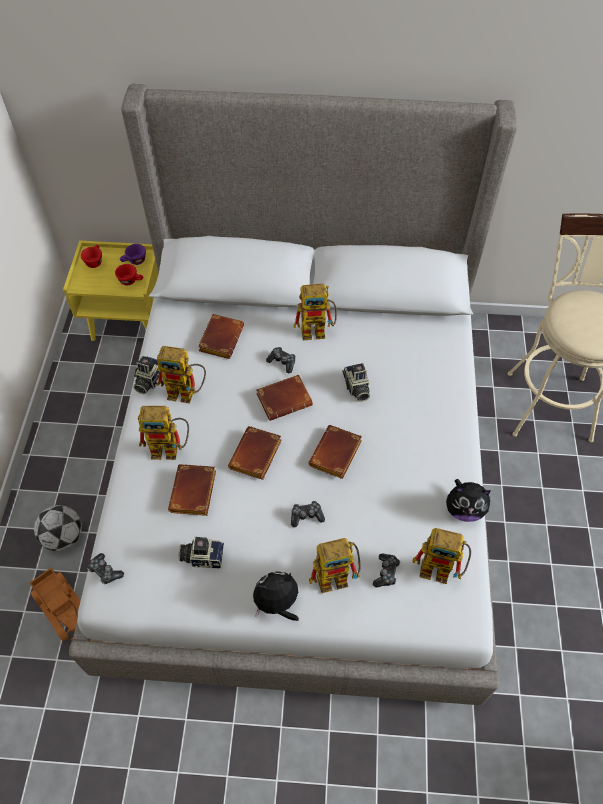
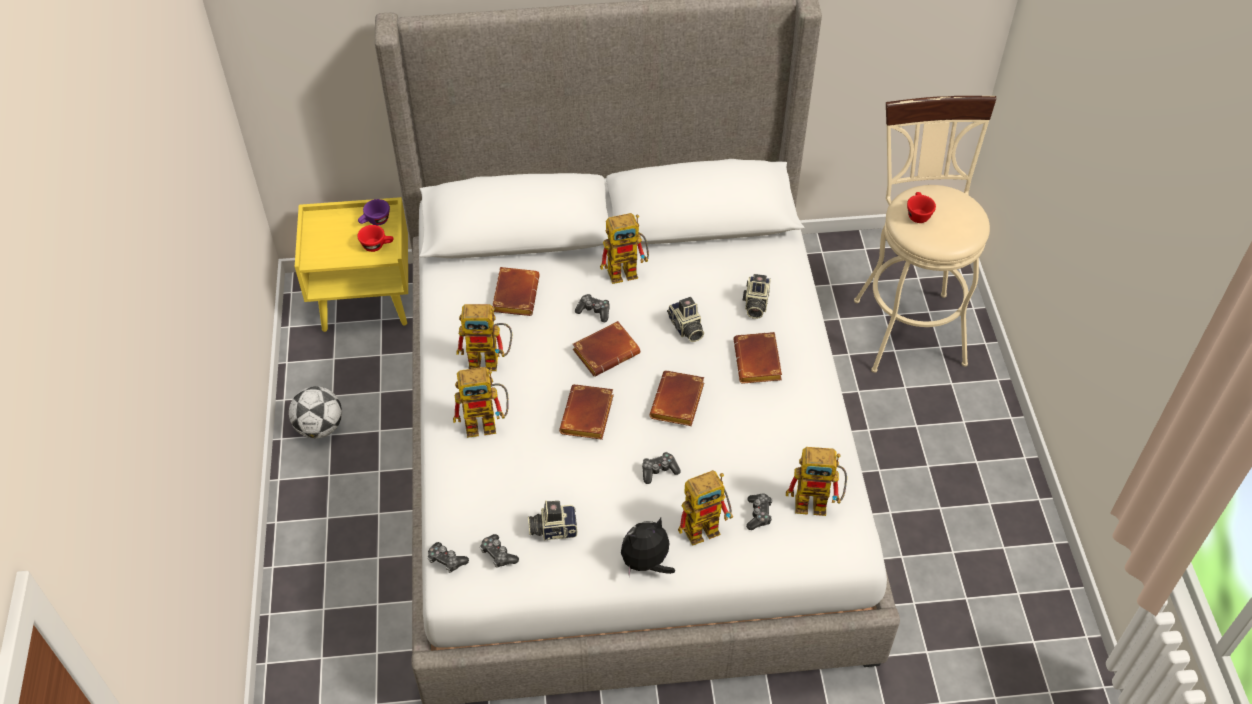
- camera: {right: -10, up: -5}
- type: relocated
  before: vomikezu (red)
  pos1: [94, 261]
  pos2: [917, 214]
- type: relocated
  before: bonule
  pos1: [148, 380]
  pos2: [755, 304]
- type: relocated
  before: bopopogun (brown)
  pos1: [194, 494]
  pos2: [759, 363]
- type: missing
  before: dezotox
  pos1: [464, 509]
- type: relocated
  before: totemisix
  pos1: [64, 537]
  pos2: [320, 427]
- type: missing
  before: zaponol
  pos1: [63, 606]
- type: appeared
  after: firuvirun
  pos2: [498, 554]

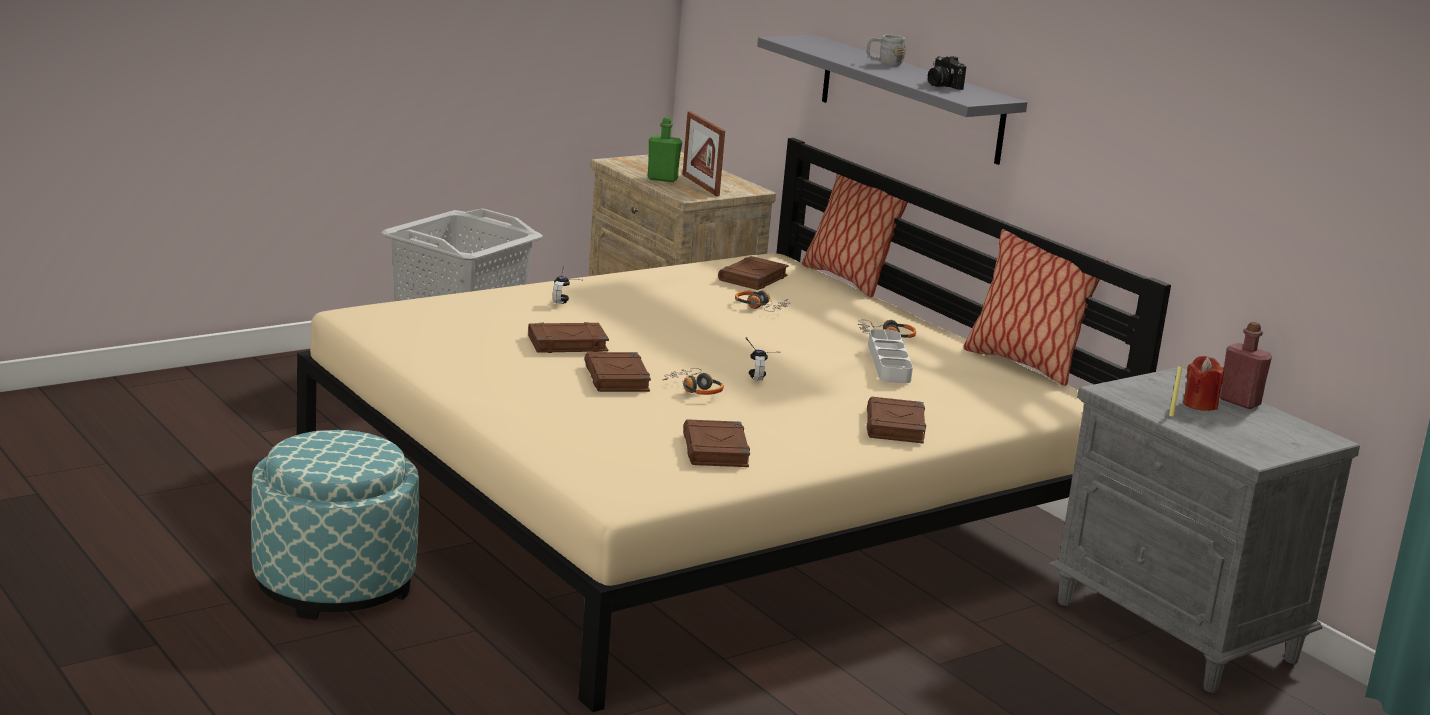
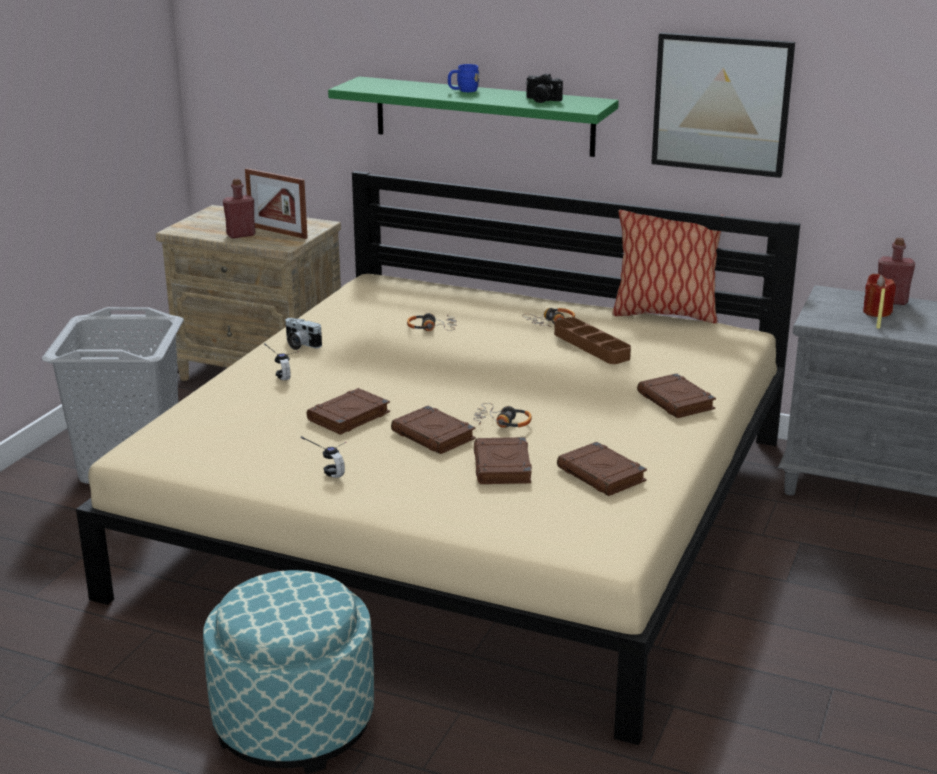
- camera: {right: -30, up: 5}
- type: colour
  before: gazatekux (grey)
  after: gazatekux (green)
  pos1: [910, 98]
  pos2: [483, 116]
- type: colour
  before: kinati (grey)
  after: kinati (blue)
  pos1: [884, 63]
  pos2: [463, 91]
- type: colour
  before: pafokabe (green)
  after: pafokabe (red)
  pos1: [662, 179]
  pos2: [241, 235]
- type: missing
  before: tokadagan
  pos1: [848, 279]
- type: relocated
  before: bopopogun (brown)
  pos1: [753, 278]
  pos2: [502, 467]
- type: colour
  before: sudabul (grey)
  after: sudabul (brown)
  pos1: [889, 362]
  pos2: [591, 346]
- type: relocated
  before: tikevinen
  pos1: [761, 374]
  pos2: [331, 468]
- type: appeared
  after: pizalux
  pos2: [721, 104]
- type: appeared
  after: bonule
  pos2: [300, 345]

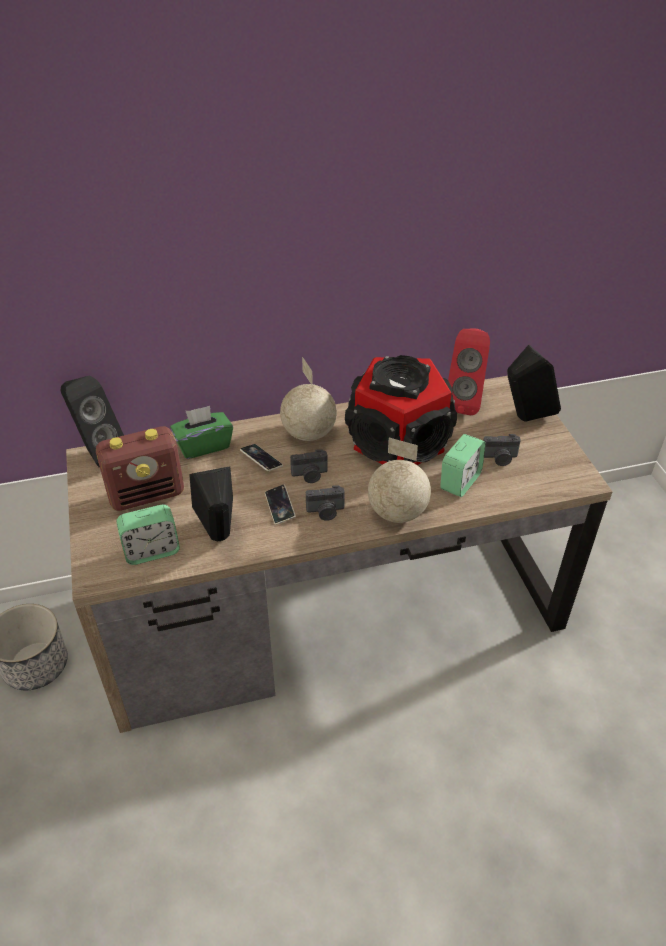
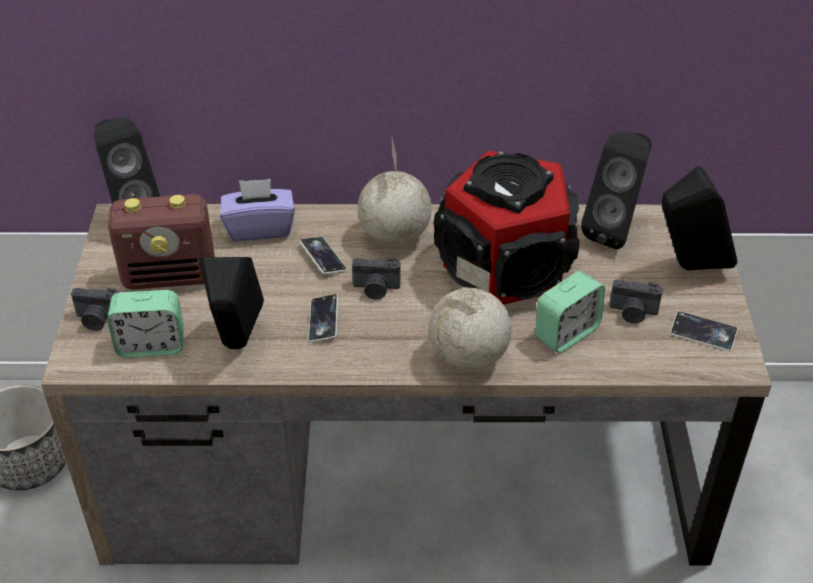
- camera: {right: 15, up: 0}
- type: colour
  before: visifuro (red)
  after: visifuro (black)
  pos1: [464, 402]
  pos2: [615, 230]
- type: colour
  before: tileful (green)
  after: tileful (purple)
  pos1: [203, 445]
  pos2: [259, 228]
- type: relocated
  before: bonule
  pos1: [325, 512]
  pos2: [98, 320]
- type: appeared
  after: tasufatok
  pos2: [703, 334]

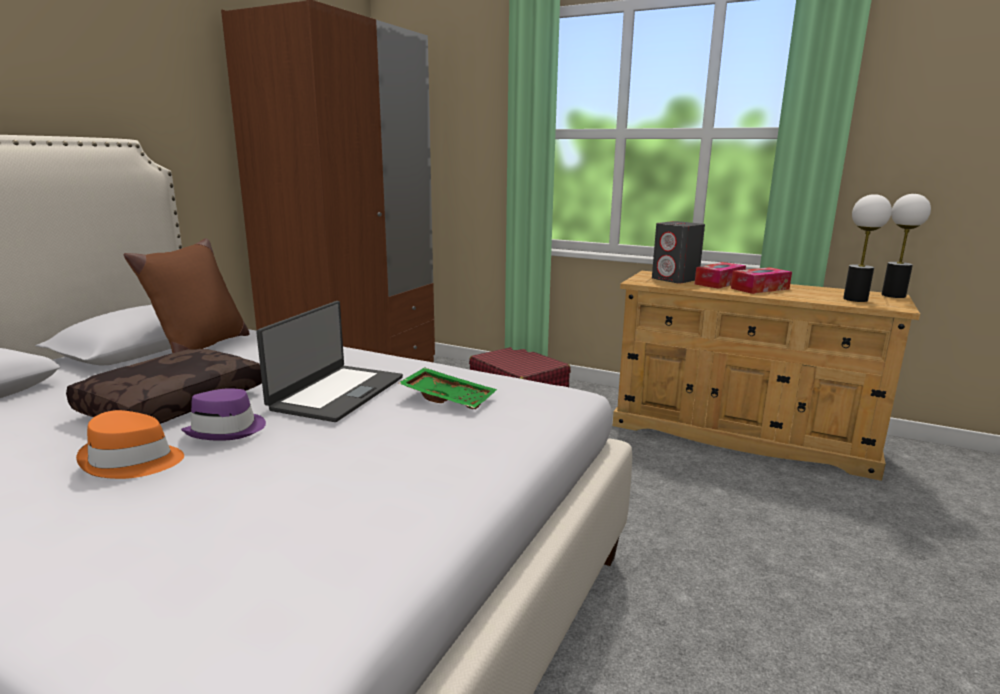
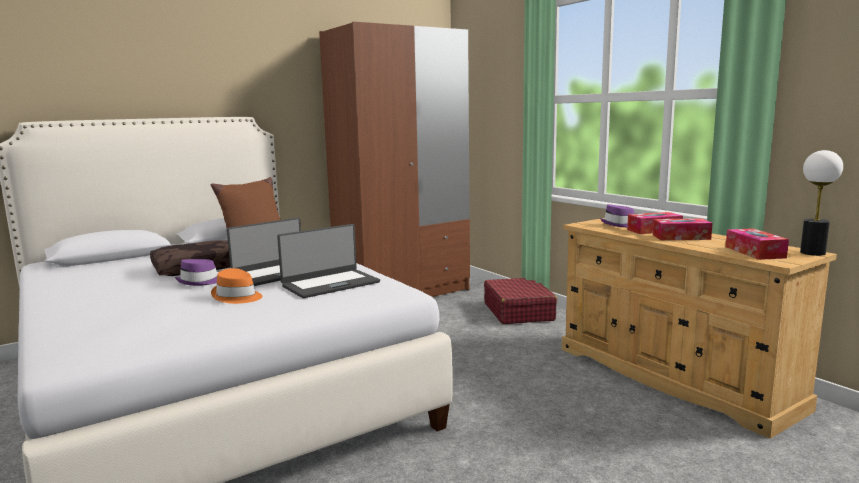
- camera: {right: 30, up: -5}
- type: exchanged
  before: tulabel
  after: tileful
  pos1: [855, 299]
  pos2: [754, 252]
- type: exchanged
  before: visifuro (grey)
  after: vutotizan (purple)
  pos1: [675, 279]
  pos2: [620, 225]
- type: exchanged
  before: sudabul (green)
  after: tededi
  pos1: [449, 398]
  pos2: [330, 284]
- type: relocated
  before: vutotizan (orange)
  pos1: [132, 461]
  pos2: [237, 297]

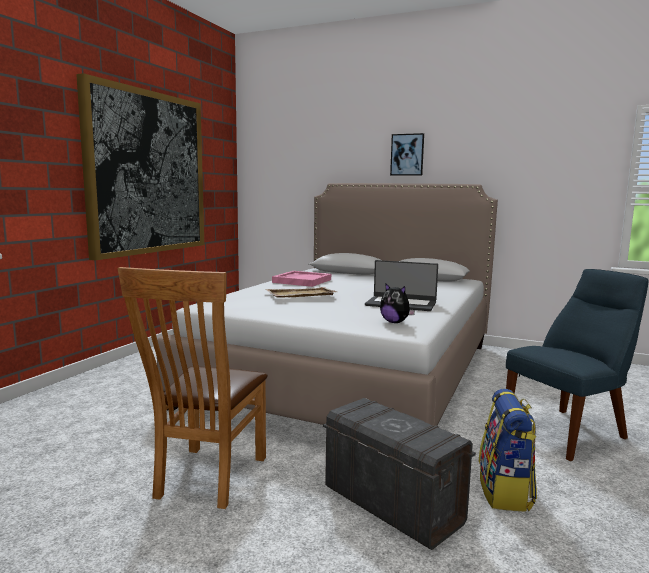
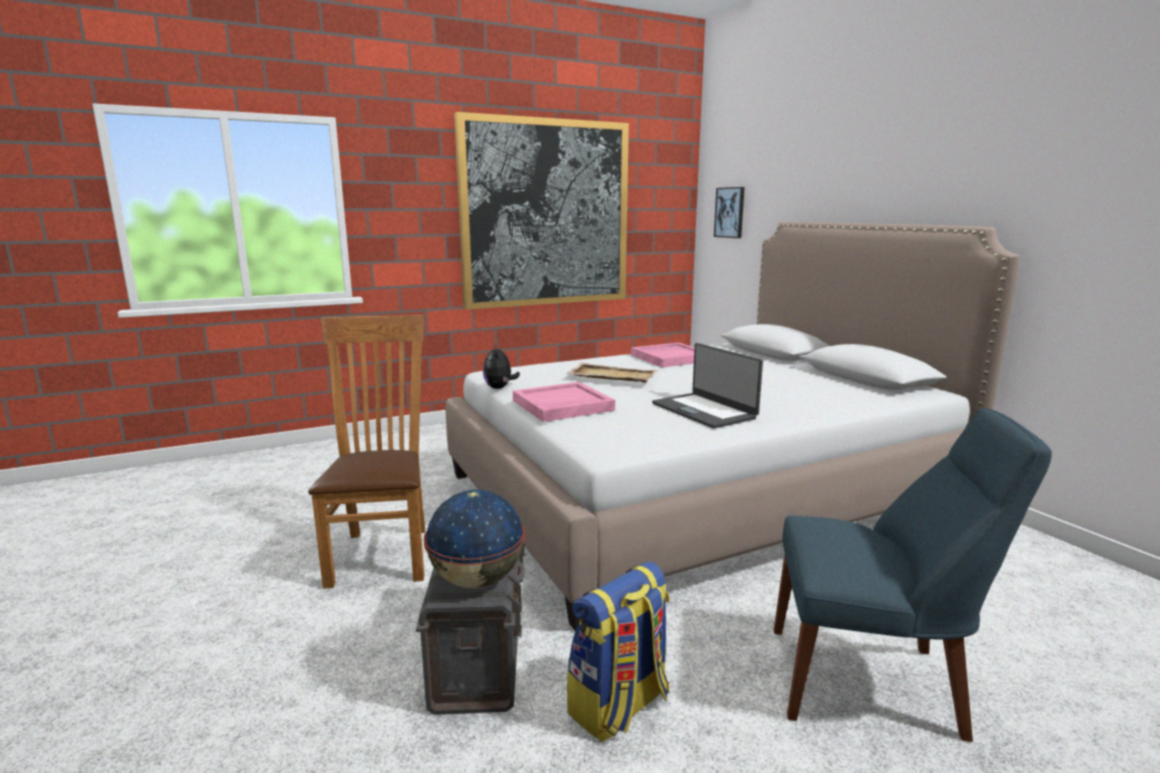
- camera: {right: 40, up: 5}
- type: relocated
  before: pizalux
  pos1: [407, 154]
  pos2: [730, 212]
- type: spun
  before: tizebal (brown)
  pos1: [206, 479]
  pos2: [383, 552]
  turn: 120
- type: relocated
  before: dezotox
  pos1: [395, 322]
  pos2: [500, 388]
- type: appeared
  after: sudabul (pink)
  pos2: [562, 405]
- type: appeared
  after: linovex
  pos2: [477, 580]

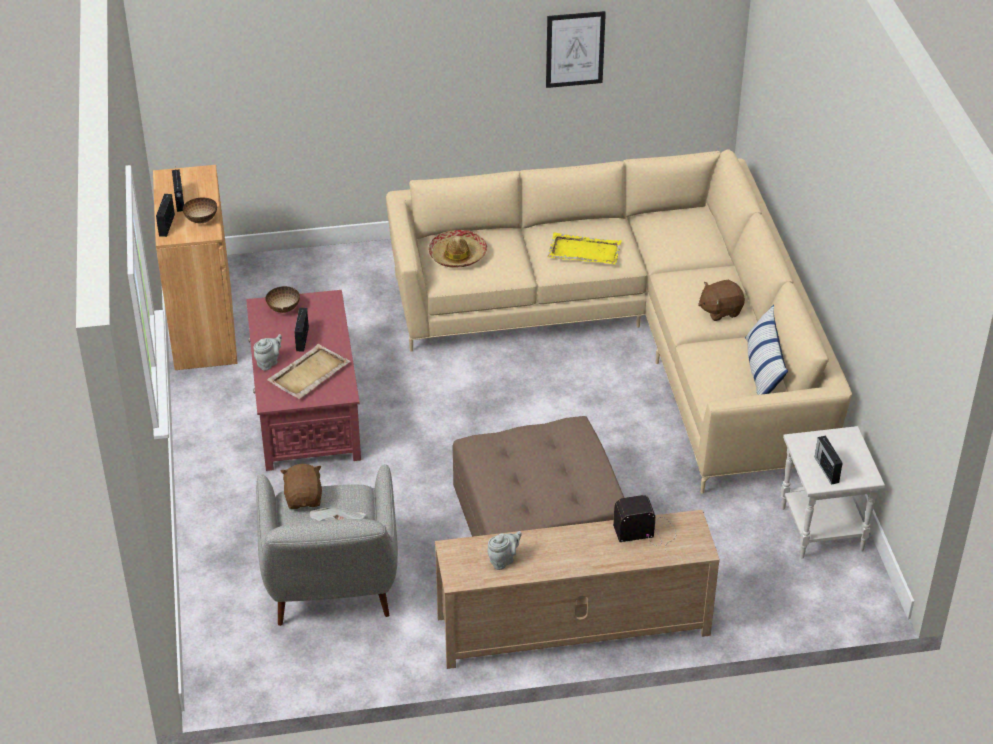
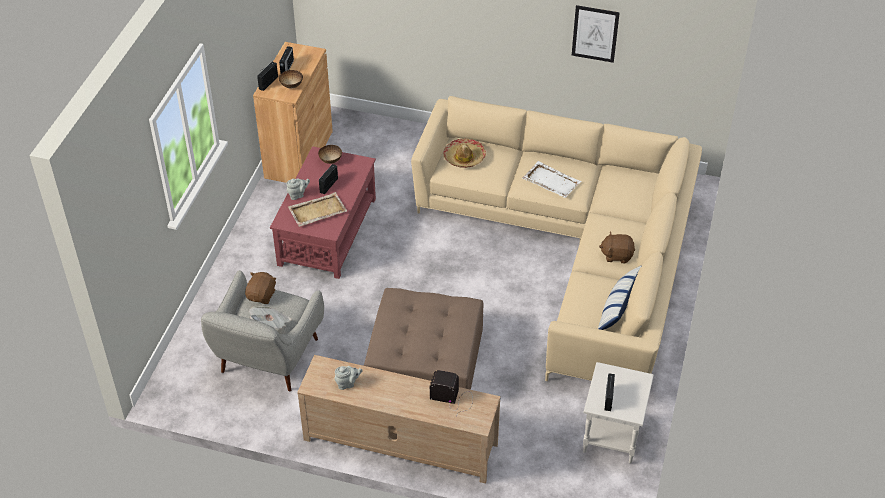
- camera: {right: 25, up: 5}
- type: colour
  before: sudabul (yellow)
  after: sudabul (white)
  pos1: [583, 251]
  pos2: [551, 181]

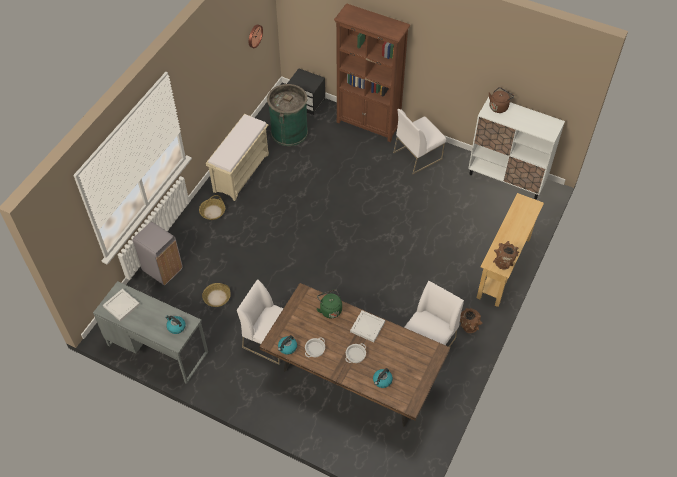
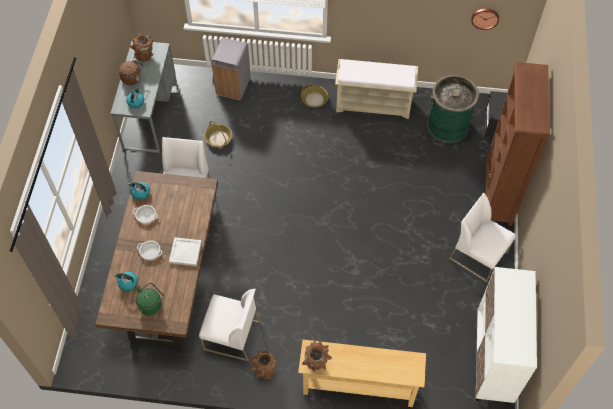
- camera: {right: 70, up: 5}
- type: relocated
  before: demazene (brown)
  pos1: [499, 106]
  pos2: [133, 79]
- type: exchanged
  before: sudabul (white)
  after: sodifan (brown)
  pos1: [121, 306]
  pos2: [144, 56]
- type: relocated
  before: demazene (green)
  pos1: [330, 309]
  pos2: [151, 304]

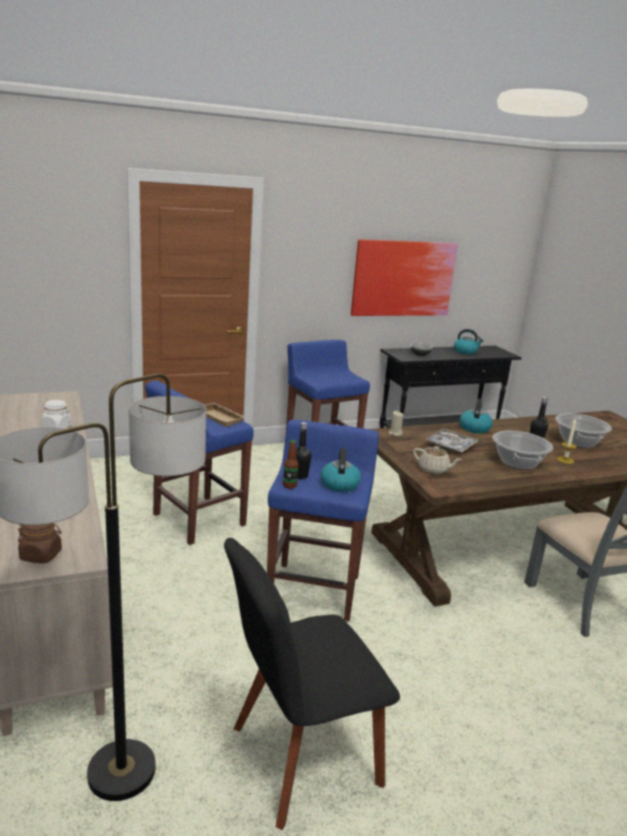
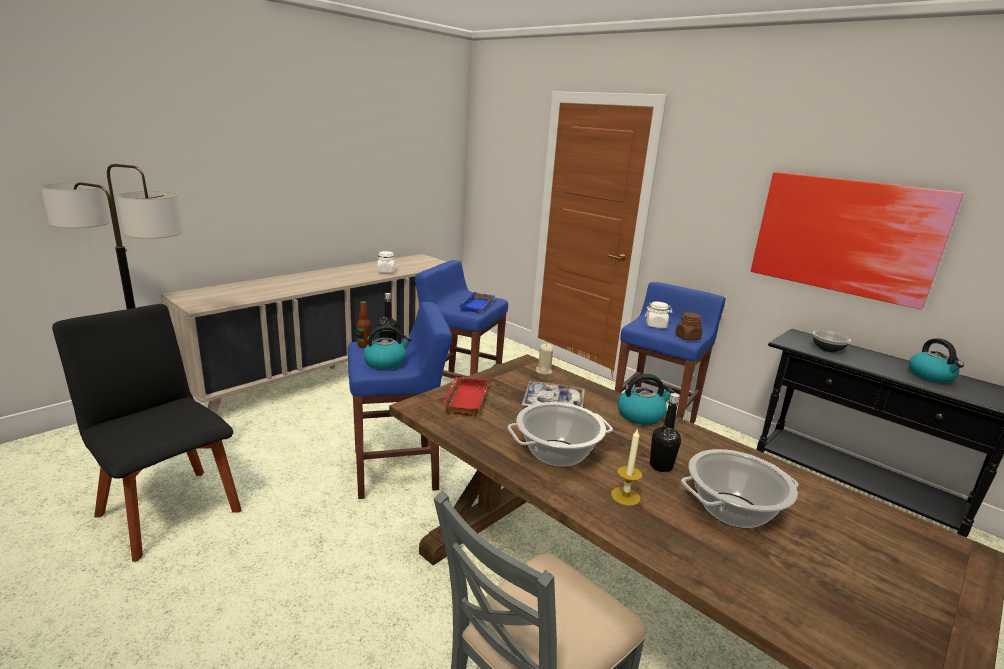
- camera: {right: 65, up: 0}
- type: colour
  before: sudabul (beige)
  after: sudabul (blue)
  pos1: [221, 418]
  pos2: [478, 306]
- type: exchanged
  before: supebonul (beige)
  after: sudabul (red)
  pos1: [434, 470]
  pos2: [464, 399]
- type: relocated
  before: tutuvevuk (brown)
  pos1: [41, 555]
  pos2: [687, 337]
- type: appeared
  after: tutuvevuk (white)
  pos2: [656, 325]

